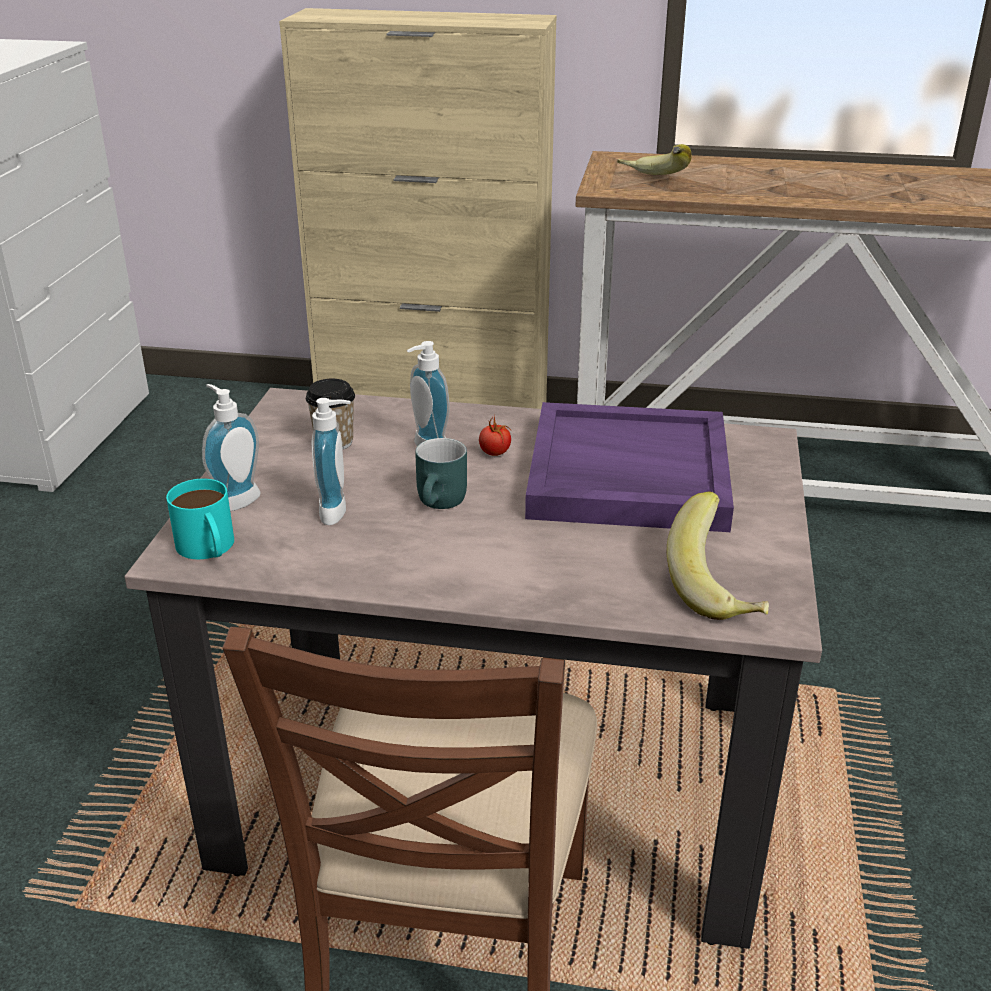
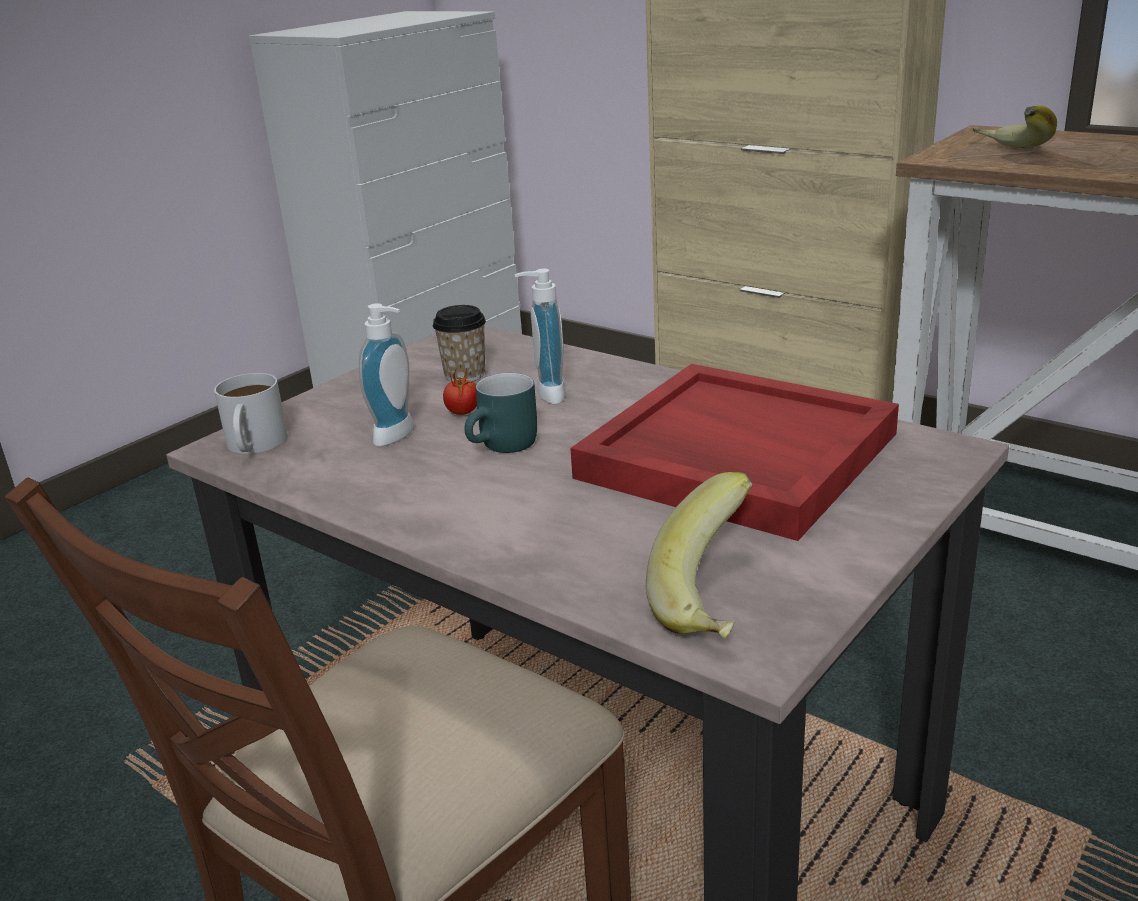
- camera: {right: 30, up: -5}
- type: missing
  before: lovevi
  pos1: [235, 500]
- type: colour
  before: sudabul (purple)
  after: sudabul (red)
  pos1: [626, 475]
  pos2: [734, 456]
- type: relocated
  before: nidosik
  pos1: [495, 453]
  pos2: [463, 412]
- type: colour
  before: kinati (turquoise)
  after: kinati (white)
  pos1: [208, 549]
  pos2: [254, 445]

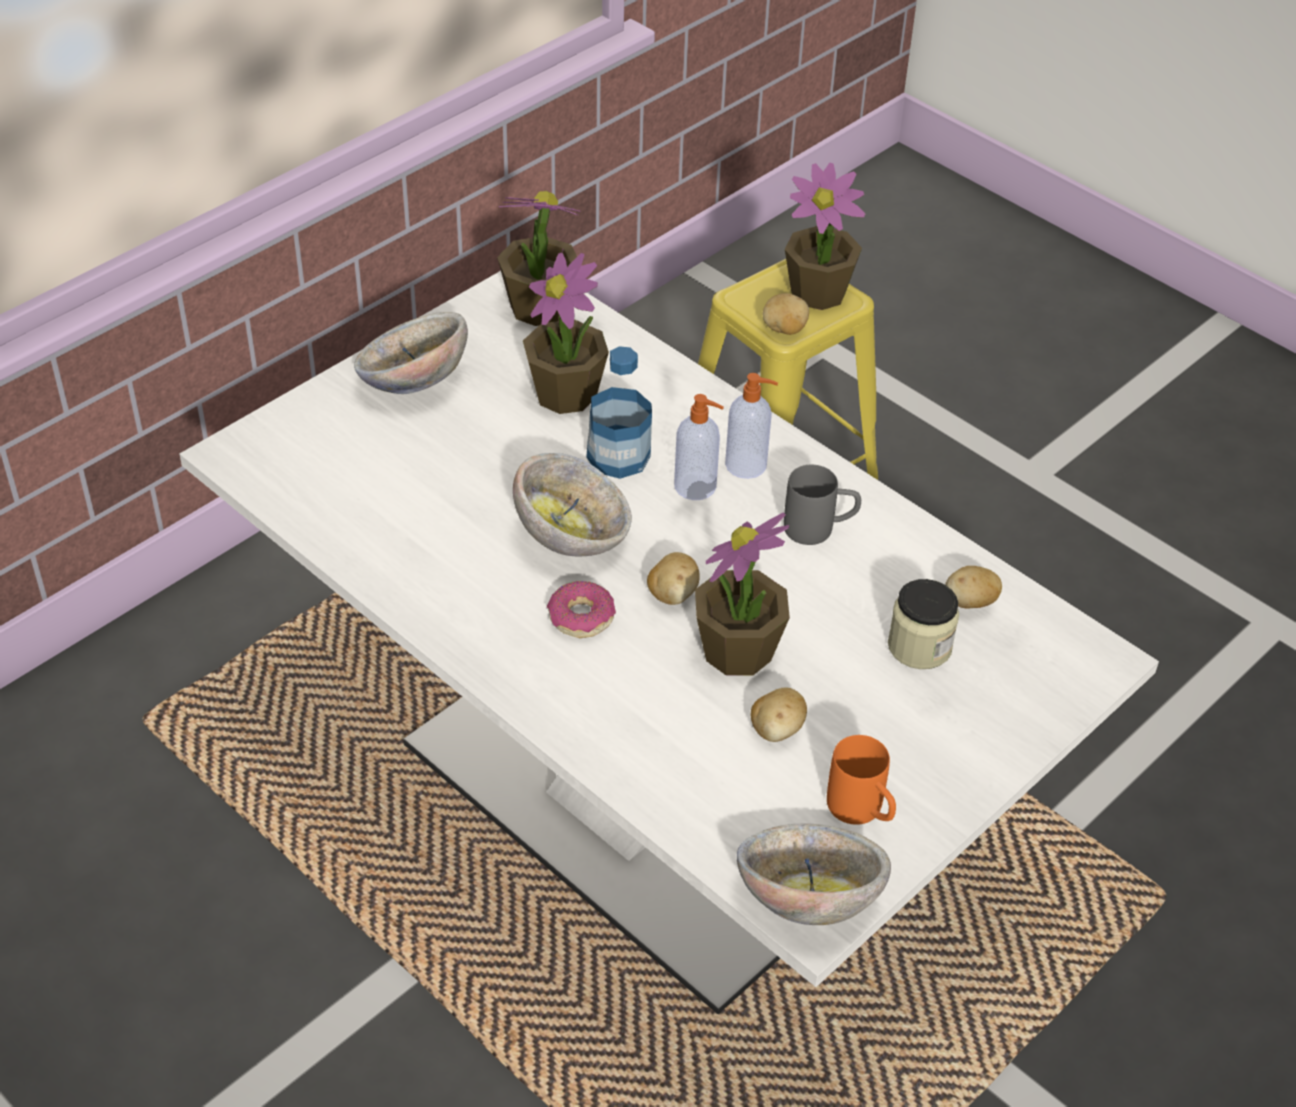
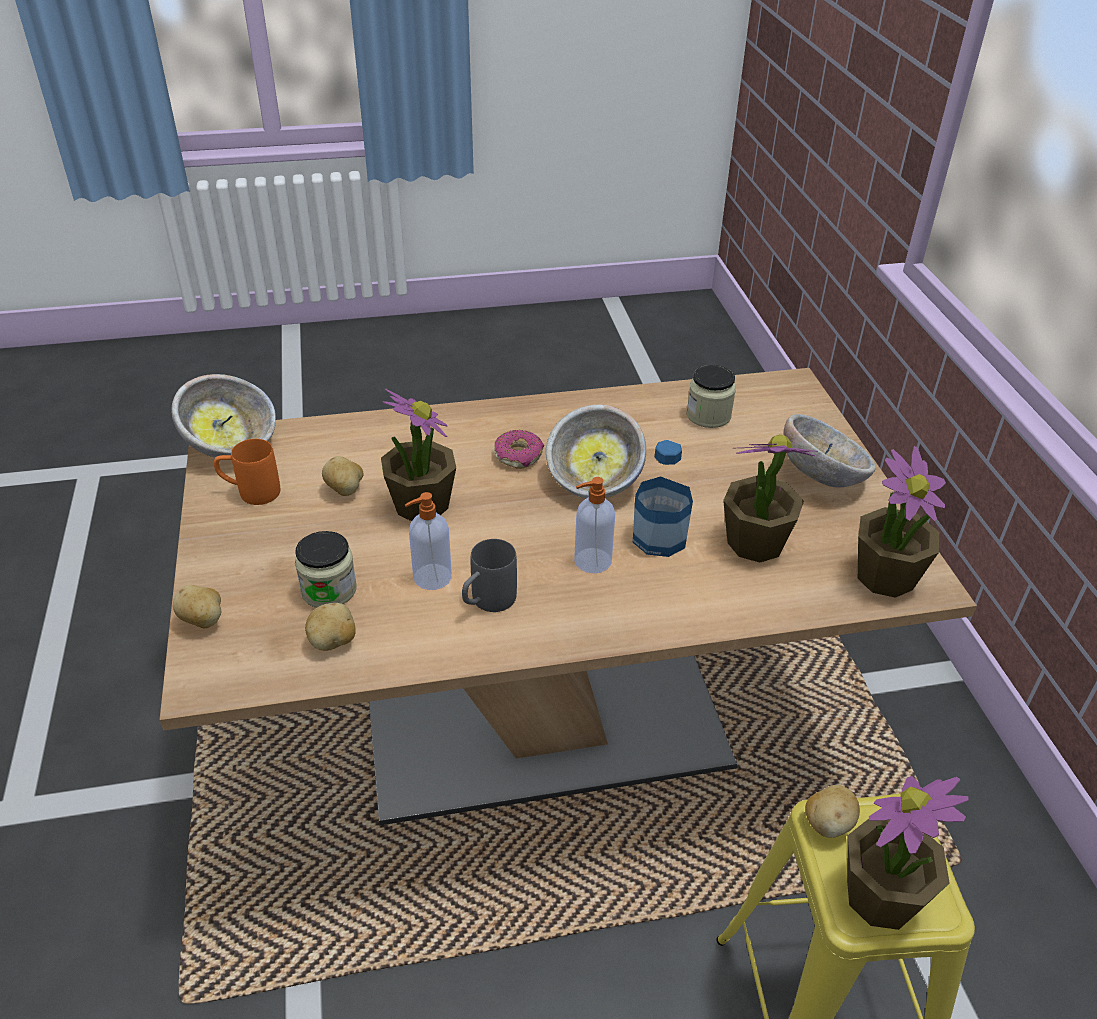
- camera: {right: 125, up: -5}
- type: colour
  before: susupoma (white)
  after: susupoma (brown)
  pos1: [638, 805]
  pos2: [544, 720]
- type: relocated
  before: lovevi
  pos1: [747, 465]
  pos2: [431, 578]
- type: relocated
  before: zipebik
  pos1: [672, 594]
  pos2: [203, 620]
- type: appeared
  after: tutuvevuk
  pos2: [708, 415]

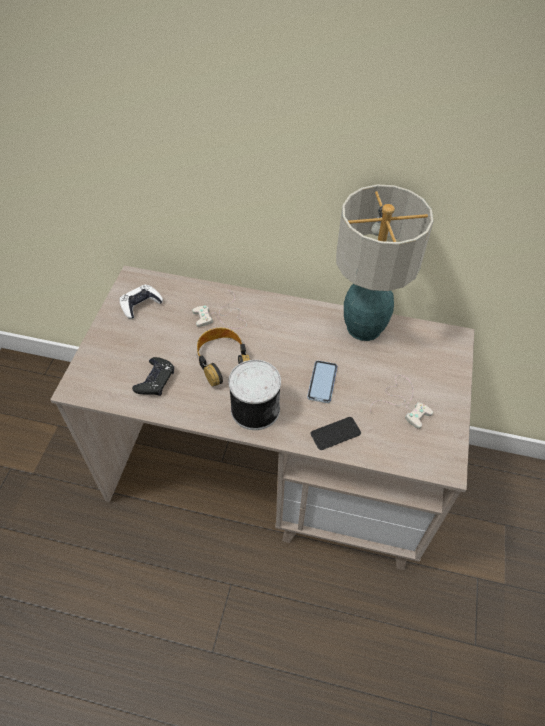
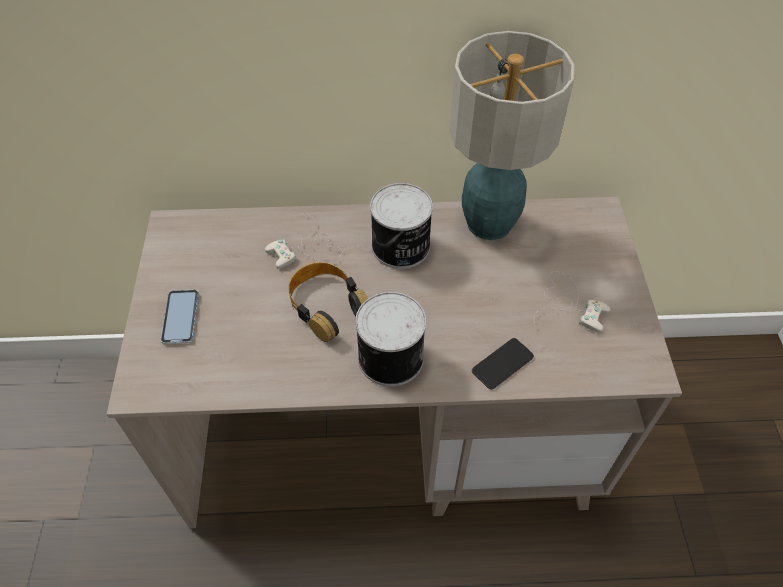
- camera: {right: -15, up: 0}
- type: missing
  before: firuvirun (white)
  pos1: [140, 304]
- type: missing
  before: firuvirun (black)
  pos1: [155, 380]
- type: relocated
  before: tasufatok
  pos1: [322, 382]
  pos2: [180, 317]
- type: appeared
  after: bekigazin
  pos2: [401, 247]

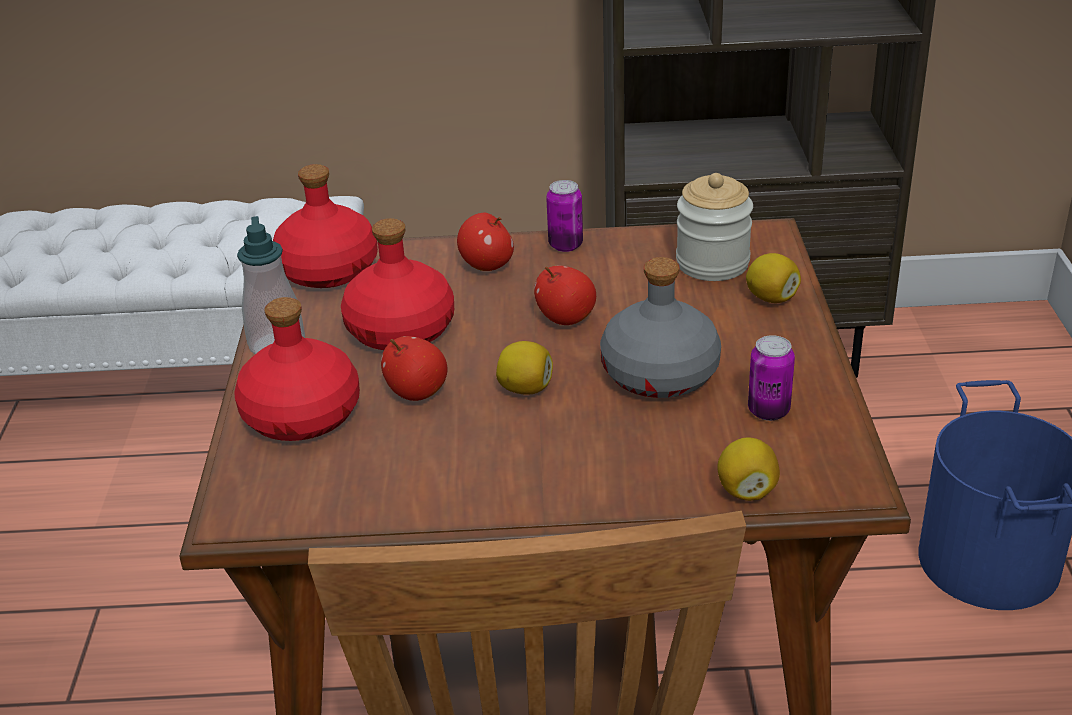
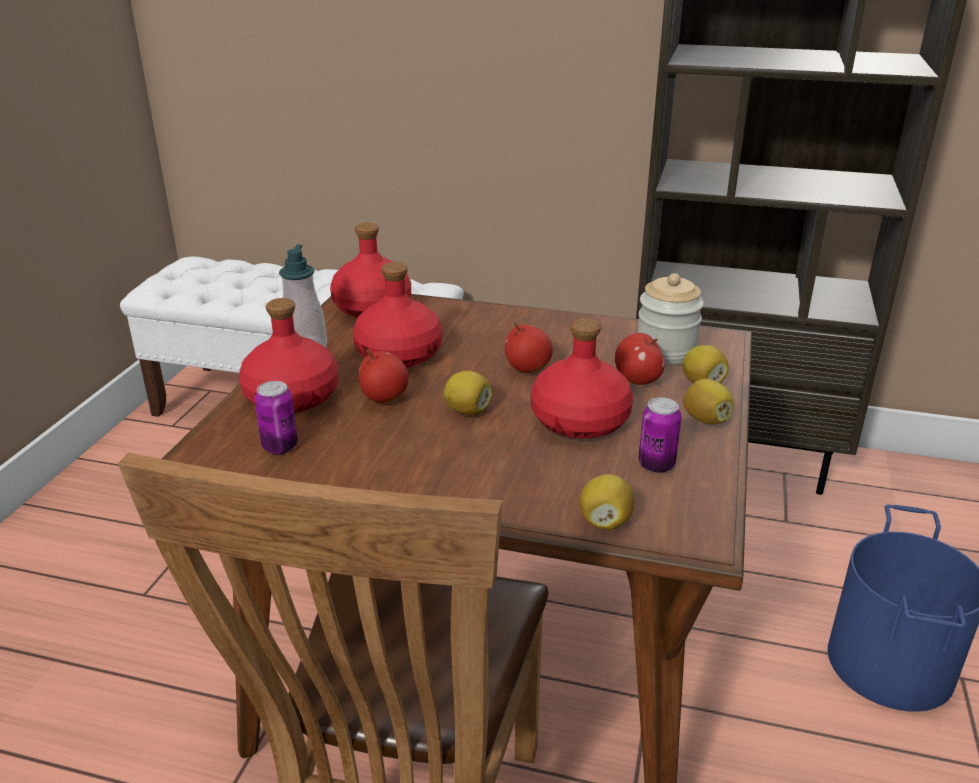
- camera: {right: 15, up: -5}
- type: relocated
  before: bekigazin
  pos1: [565, 245]
  pos2: [280, 447]
- type: relocated
  before: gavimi
  pos1: [487, 266]
  pos2: [638, 380]
- type: colour
  before: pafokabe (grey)
  after: pafokabe (red)
  pos1: [659, 375]
  pos2: [579, 421]
- type: appeared
  after: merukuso
  pos2: [706, 420]

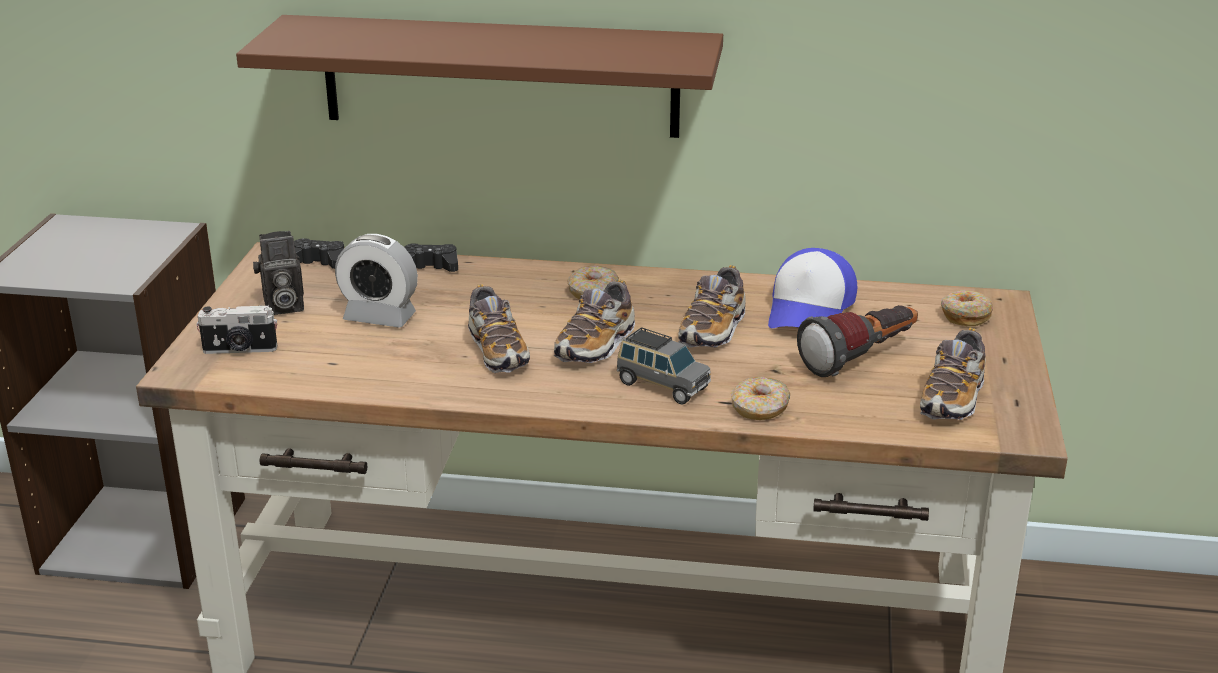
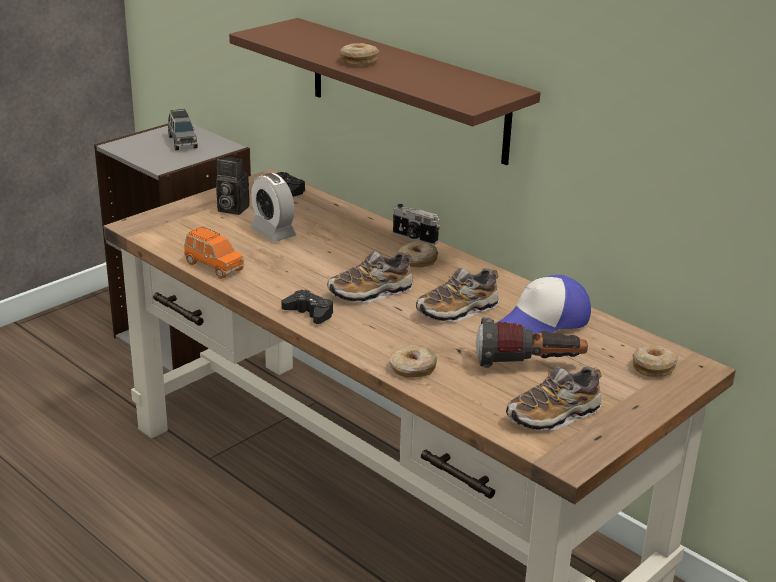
- camera: {right: 35, up: 0}
- type: relocated
  before: firuvirun (black)
  pos1: [430, 266]
  pos2: [309, 313]
- type: missing
  before: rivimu
  pos1: [497, 351]
- type: relocated
  before: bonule
  pos1: [240, 350]
  pos2: [414, 238]
- type: relocated
  before: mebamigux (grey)
  pos1: [661, 385]
  pos2: [182, 142]
- type: appeared
  after: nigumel
  pos2: [359, 61]
- type: appeared
  after: mebamigux (orange)
  pos2: [213, 266]

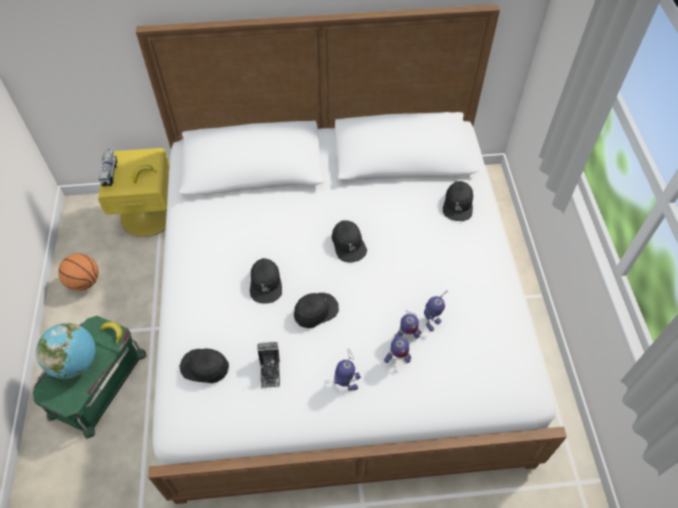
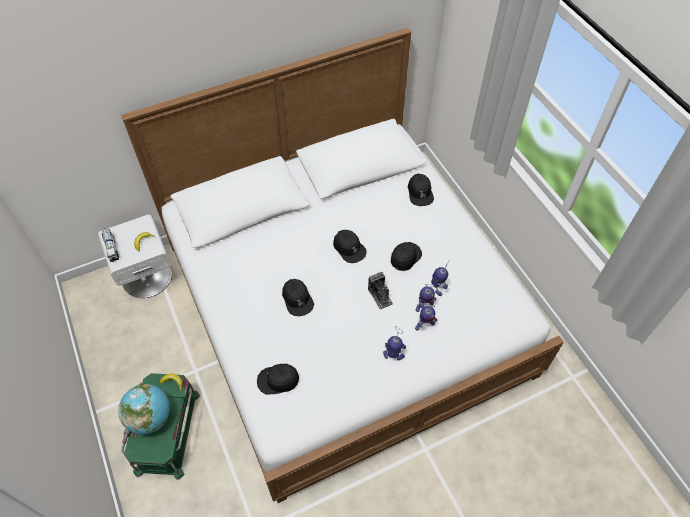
- camera: {right: -20, up: 0}
- type: colour
  before: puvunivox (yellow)
  after: puvunivox (white)
  pos1: [148, 214]
  pos2: [147, 276]
- type: missing
  before: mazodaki
  pos1: [84, 282]
- type: relocated
  before: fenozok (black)
  pos1: [315, 311]
  pos2: [405, 257]
- type: relocated
  before: bonule
  pos1: [270, 370]
  pos2: [380, 296]

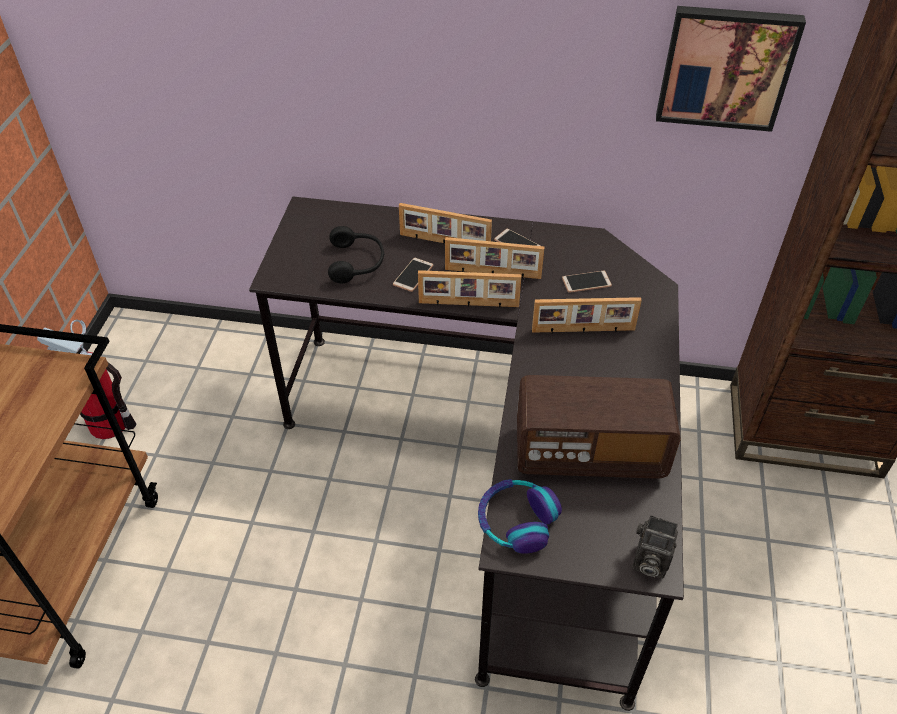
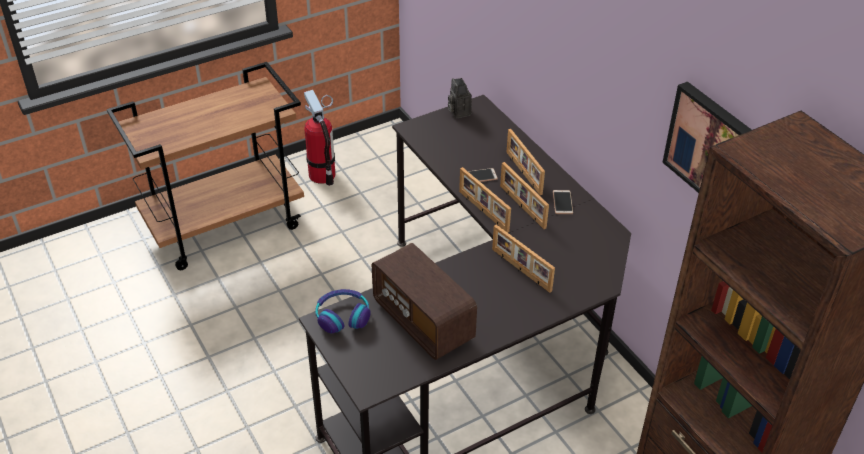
- camera: {right: 50, up: -5}
- type: missing
  before: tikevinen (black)
  pos1: [357, 263]
- type: missing
  before: tasufatok
  pos1: [586, 282]
- type: relocated
  before: bonule
  pos1: [648, 562]
  pos2: [458, 112]

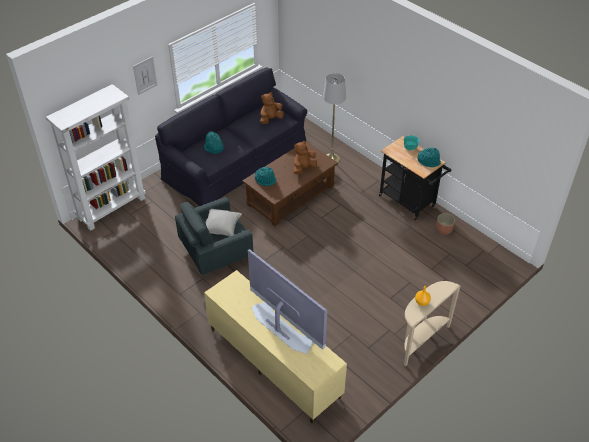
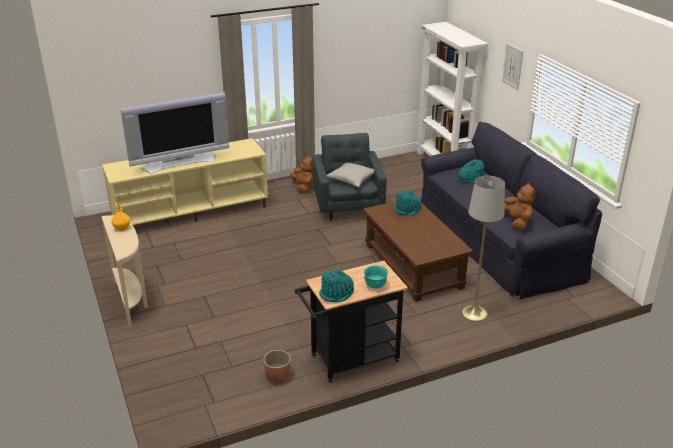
- camera: {right: 110, up: -15}
- type: relocated
  before: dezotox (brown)
  pos1: [303, 168]
  pos2: [303, 187]

